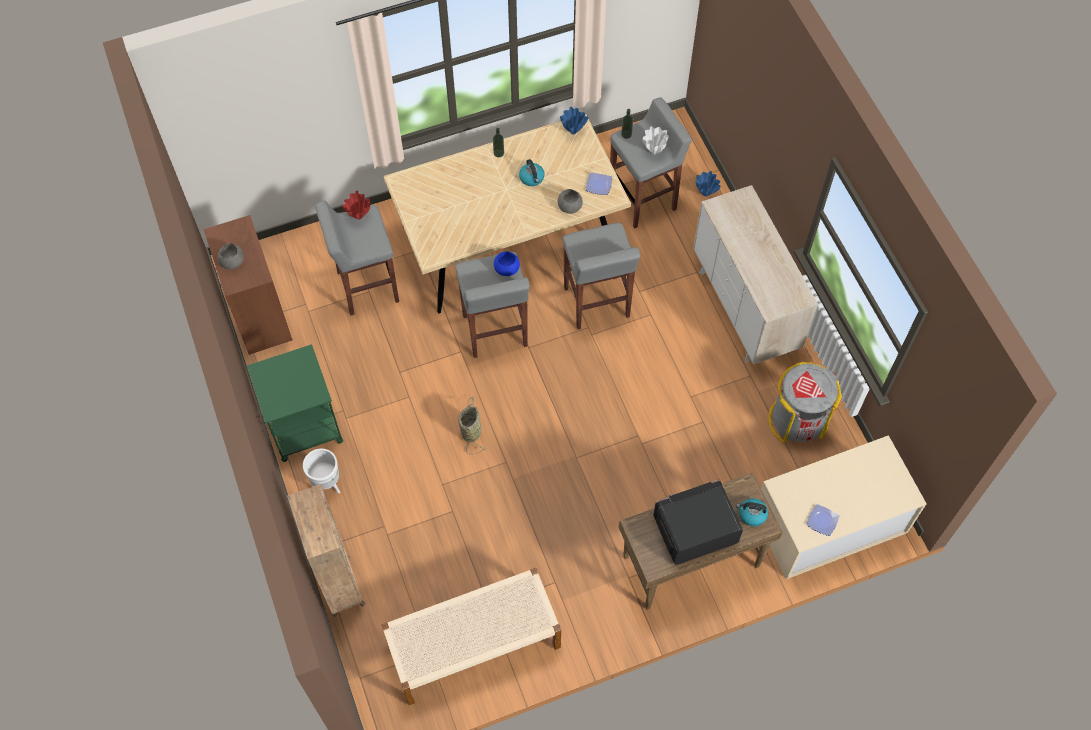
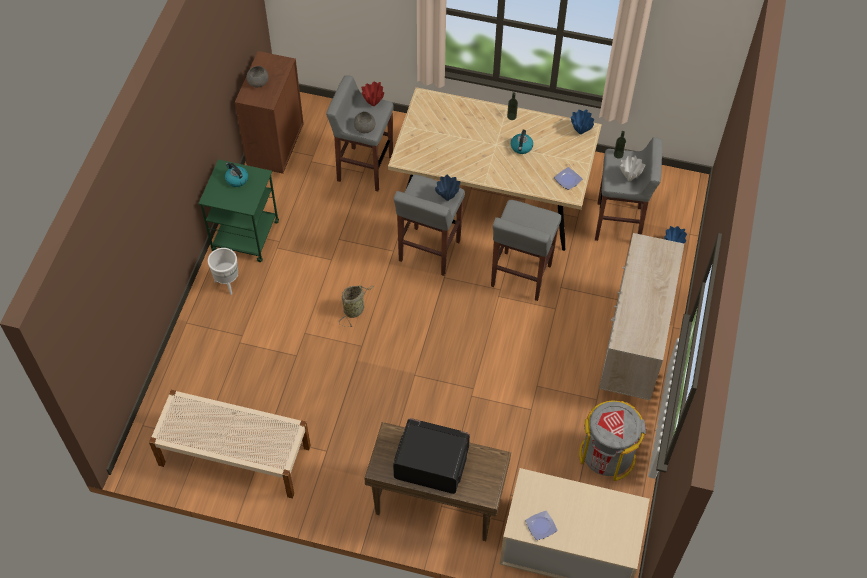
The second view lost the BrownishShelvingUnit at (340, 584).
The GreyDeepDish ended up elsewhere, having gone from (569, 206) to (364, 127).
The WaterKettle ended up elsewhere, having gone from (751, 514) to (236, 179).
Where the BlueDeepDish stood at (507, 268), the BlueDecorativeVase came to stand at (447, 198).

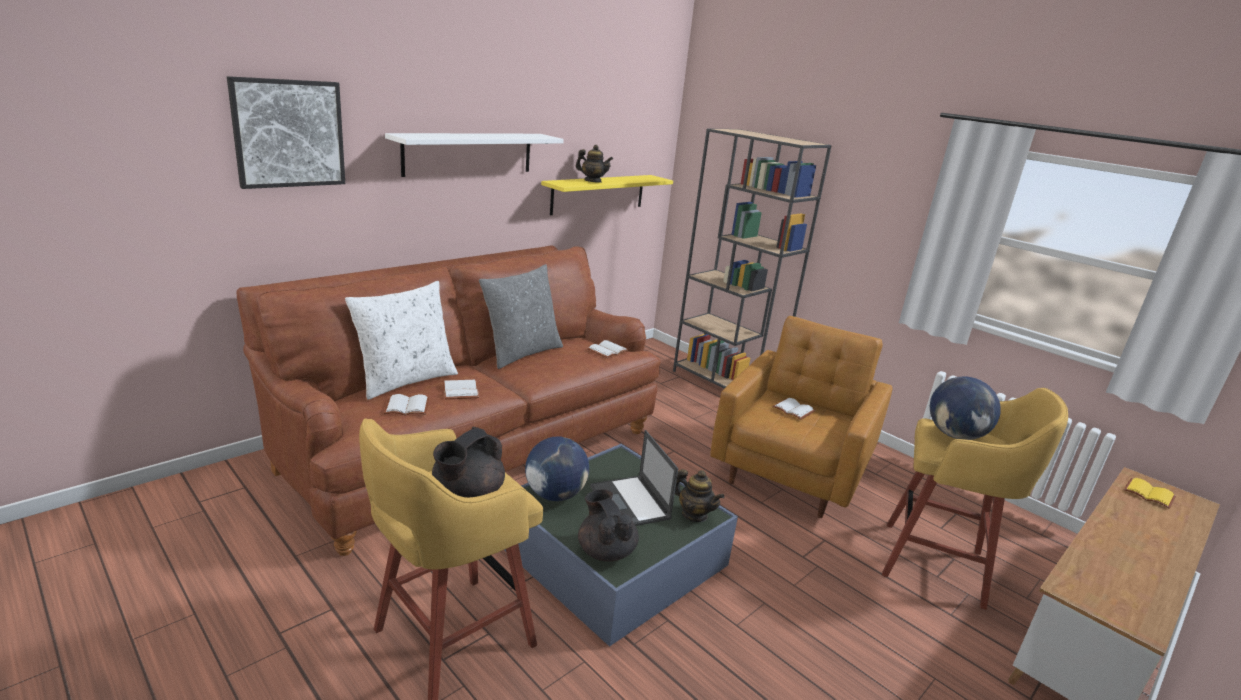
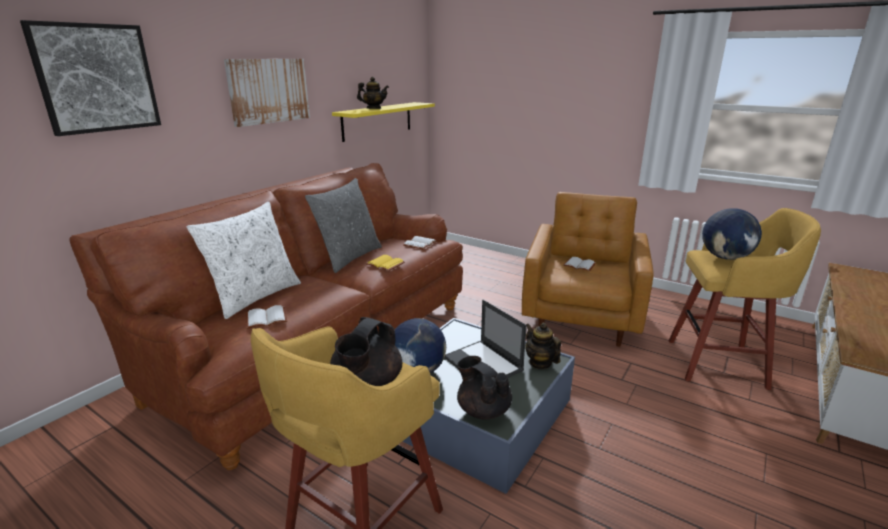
The second view lost the WhiteColouredVolume at (459, 390).
The second view lost the ShelvingUnit at (725, 384).
The YellowColouredVolume ended up elsewhere, having gone from (1147, 494) to (384, 264).
Where the WhiteColouredBracketShelf hung at (469, 153), the Picture came to hang at (269, 91).
The PotForTea at (694, 515) ended up facing another way, 150 degrees counterclockwise from before.

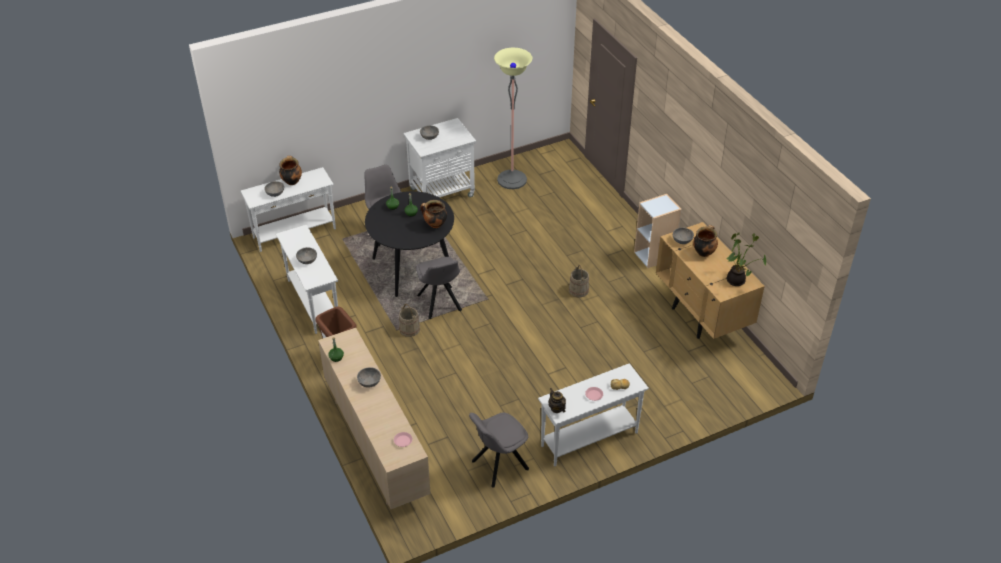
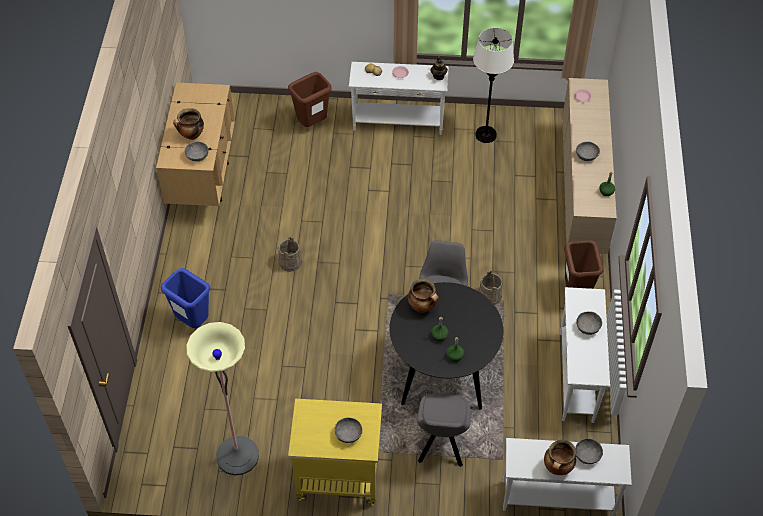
The second view lost the ShelvingUnit at (654, 255).
The second view lost the PlantInAPot at (737, 281).
The second view gained the BlueTrashCan at (192, 321).
The second view gained the BrownishTrashCan at (312, 124).
Where the GreyUprightChair stood at (499, 465), the WhiteColouredFloorLamp came to stand at (486, 135).
What was the WhiteColouredTrolley at (442, 193) turned into the YellowColouredTrolley at (337, 477).

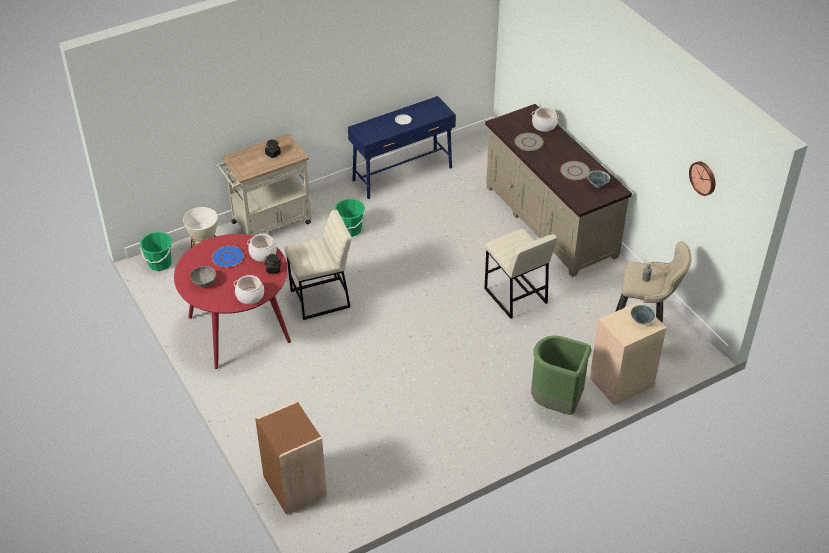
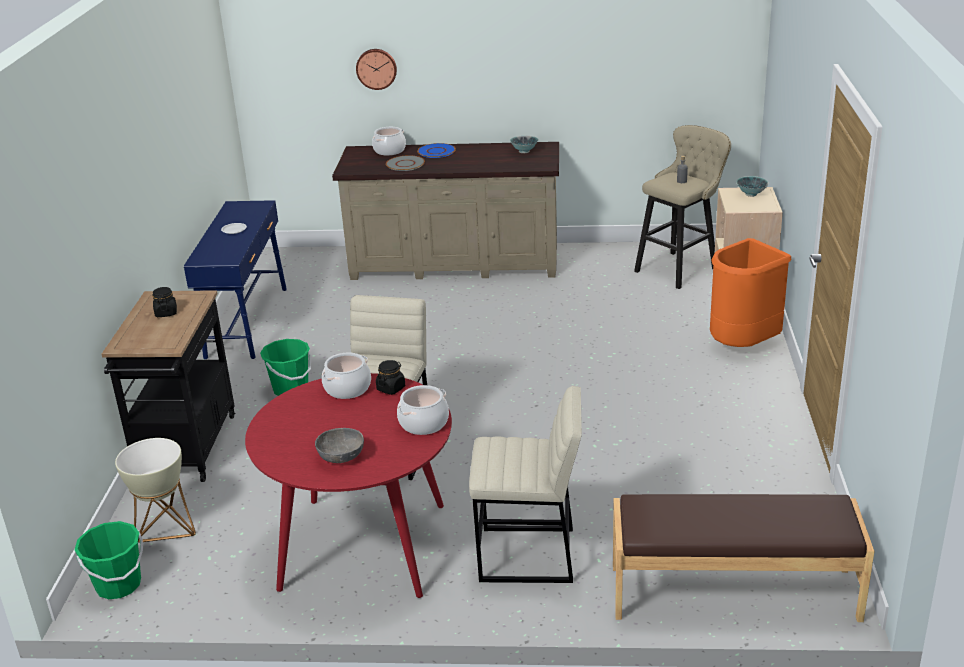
The second view lost the GreyPlate at (575, 171).
The BluePlate ended up elsewhere, having gone from (228, 257) to (436, 151).
The BeigeColouredUprightChair ended up elsewhere, having gone from (516, 297) to (530, 555).
The WallClock ended up elsewhere, having gone from (703, 177) to (376, 68).
Where the BrownishShelvingUnit stood at (293, 486), the BrownishIndoorBench came to stand at (733, 593).
What was the BeigeColouredTrolley at (269, 224) turned into the BlackColouredTrolley at (186, 450).
What was the GreenColouredTrashCan at (556, 404) turned into the OrangeColouredTrashCan at (743, 345).

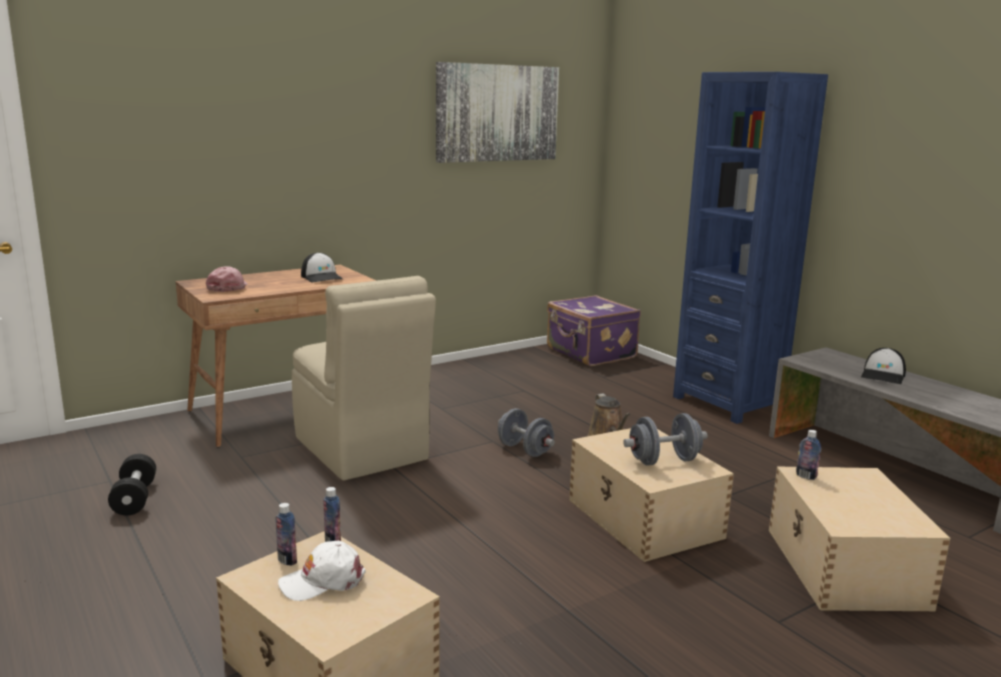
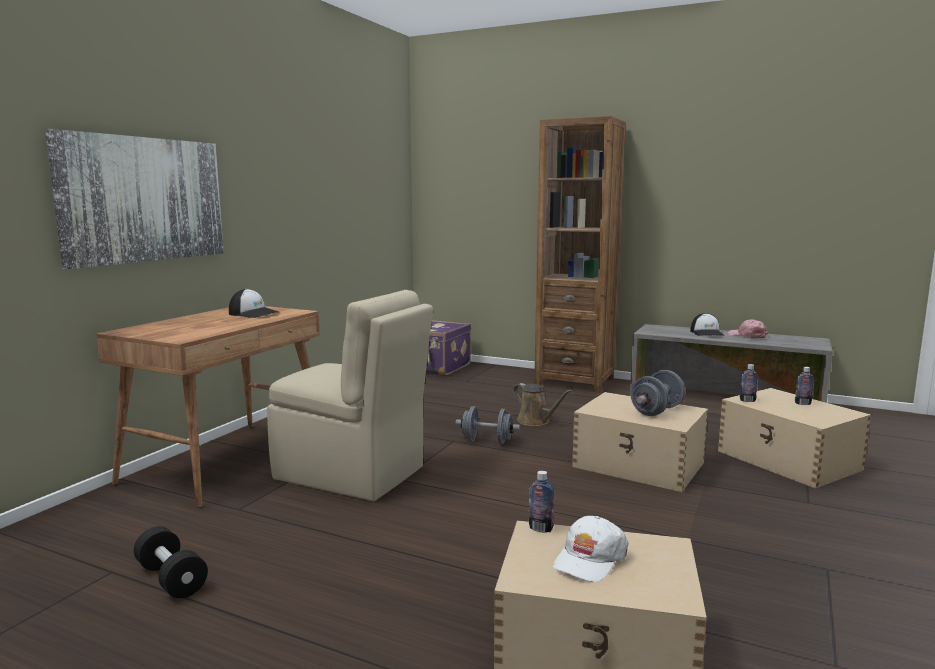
The PinkColouredCap ended up elsewhere, having gone from (228, 287) to (747, 336).
The DrinkBottle ended up elsewhere, having gone from (287, 560) to (802, 403).
The Picture ended up elsewhere, having gone from (497, 113) to (144, 199).
What was the BlueShelvingUnit at (728, 403) turned into the BrownishShelvingUnit at (574, 381).

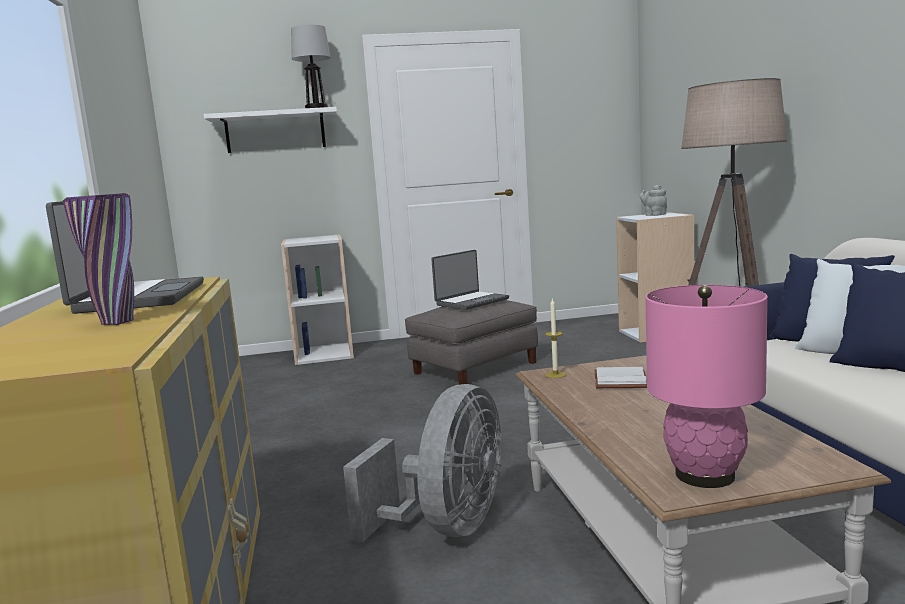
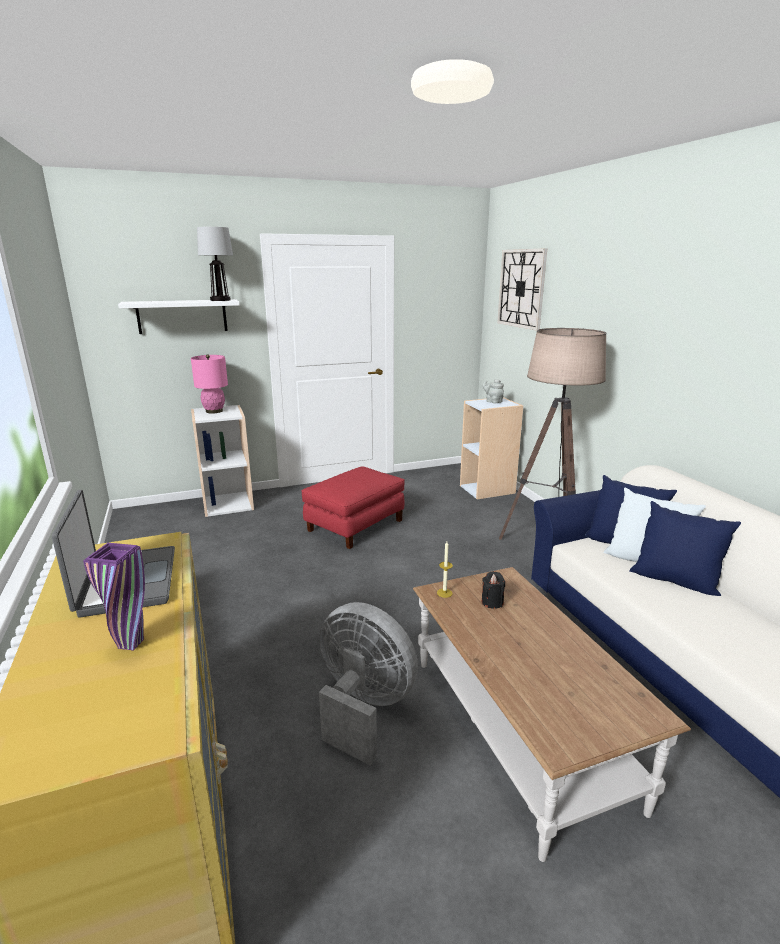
The second view lost the NotebookComputer at (471, 302).
The second view gained the WallClock at (521, 288).
The PinkColouredTabletopLamp ended up elsewhere, having gone from (705, 475) to (214, 411).
Where the WhiteColouredVolume stood at (618, 380), the BlackColouredWaxCandle came to stand at (492, 602).
What was the GreyOttoman at (474, 368) turned into the RedOttoman at (355, 525).
The GreyCoolingFan at (447, 527) ended up facing another way, 75 degrees counterclockwise from before.

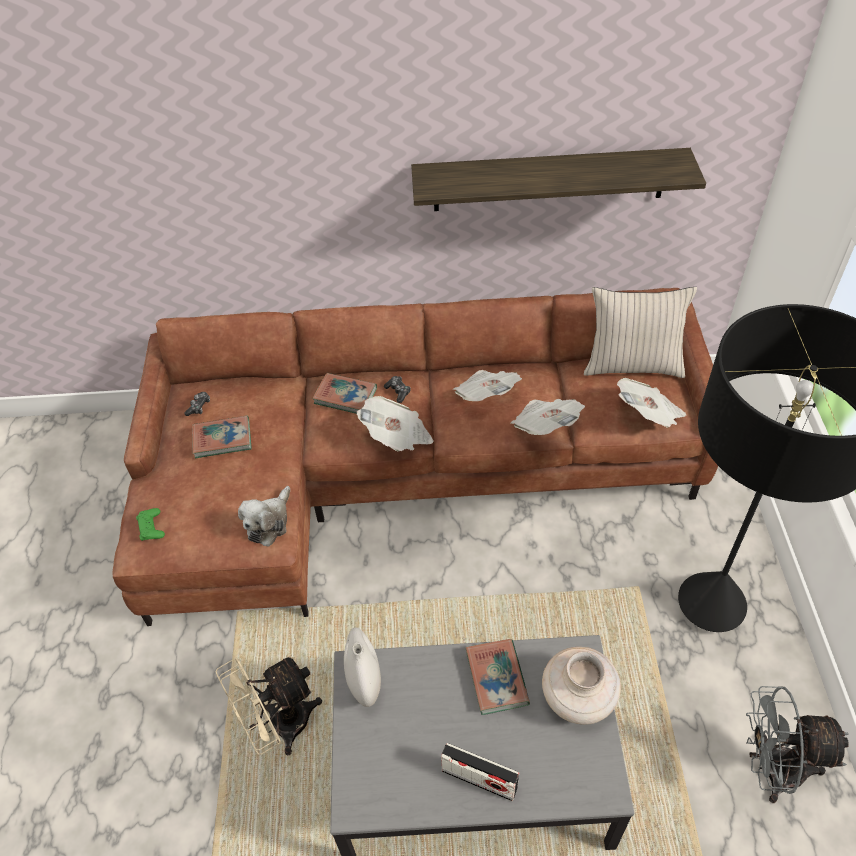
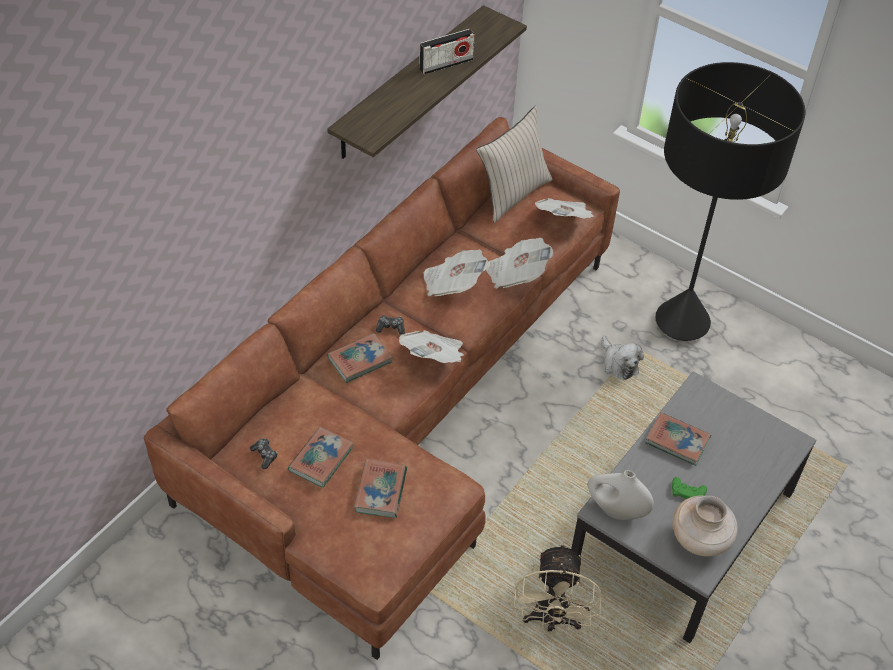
The second view lost the GreyCoolingFan at (771, 769).
The second view gained the Volume at (380, 491).
The GreenColouredGamepad ended up elsewhere, having gone from (151, 527) to (687, 492).
The CuddlyToy ended up elsewhere, having gone from (269, 522) to (619, 363).
The RadioSet ended up elsewhere, having gone from (479, 779) to (446, 64).
The BeigeColouredDecorativeVase ended up elsewhere, having gone from (577, 698) to (700, 540).

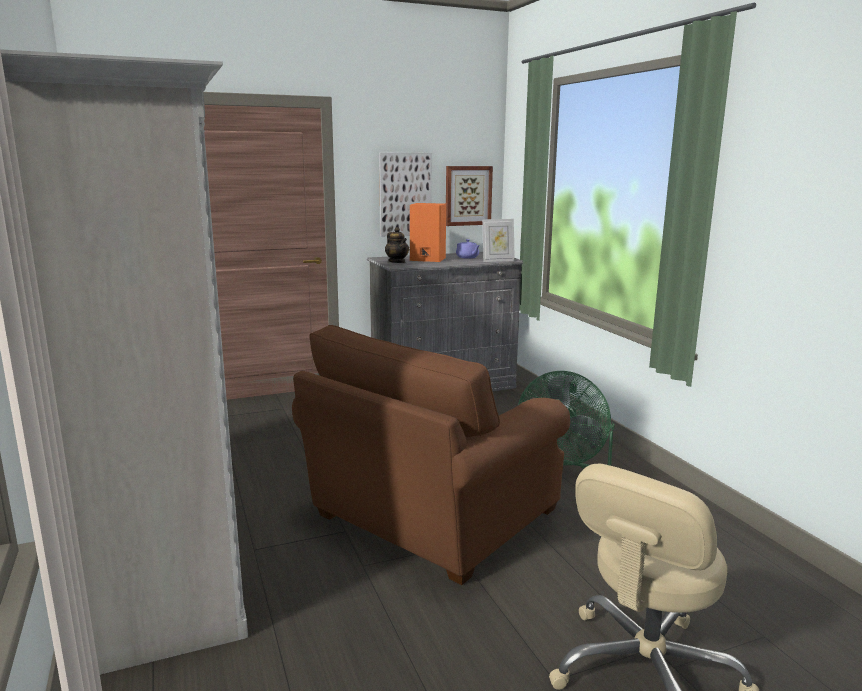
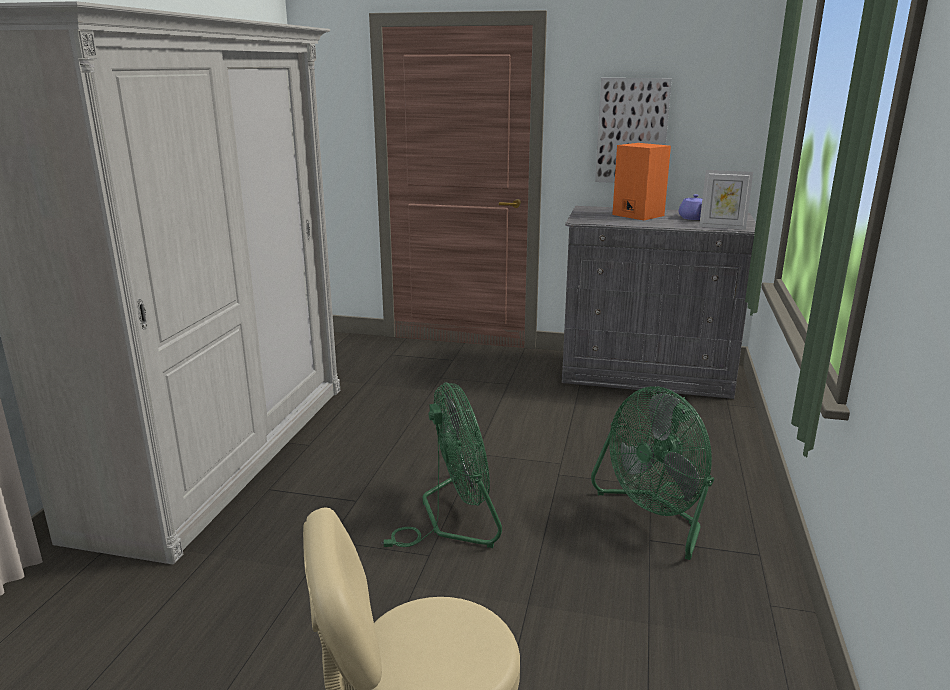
The second view lost the PotForTea at (397, 262).
The second view lost the Picture at (468, 195).
Where the BrownishArmchair stood at (432, 516), the GreenColouredCoolingFan came to stand at (449, 517).

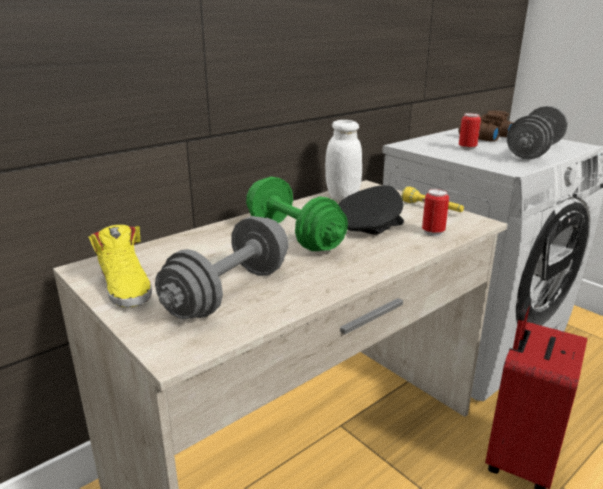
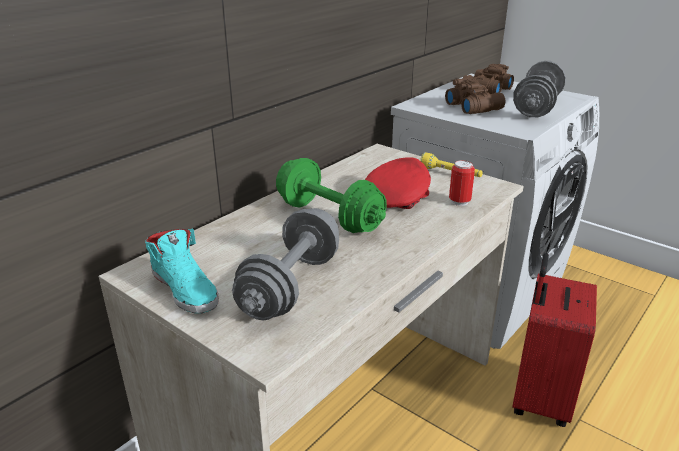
The second view lost the WhiteColouredJar at (342, 197).
Where the Can stood at (467, 148), the BrownishFieldGlasses came to stand at (474, 107).
What was the YellowColouredShoe at (125, 285) turned into the TurquoiseColouredShoe at (185, 288).
What was the BlackColouredCap at (368, 225) turned into the RedCap at (396, 198).

